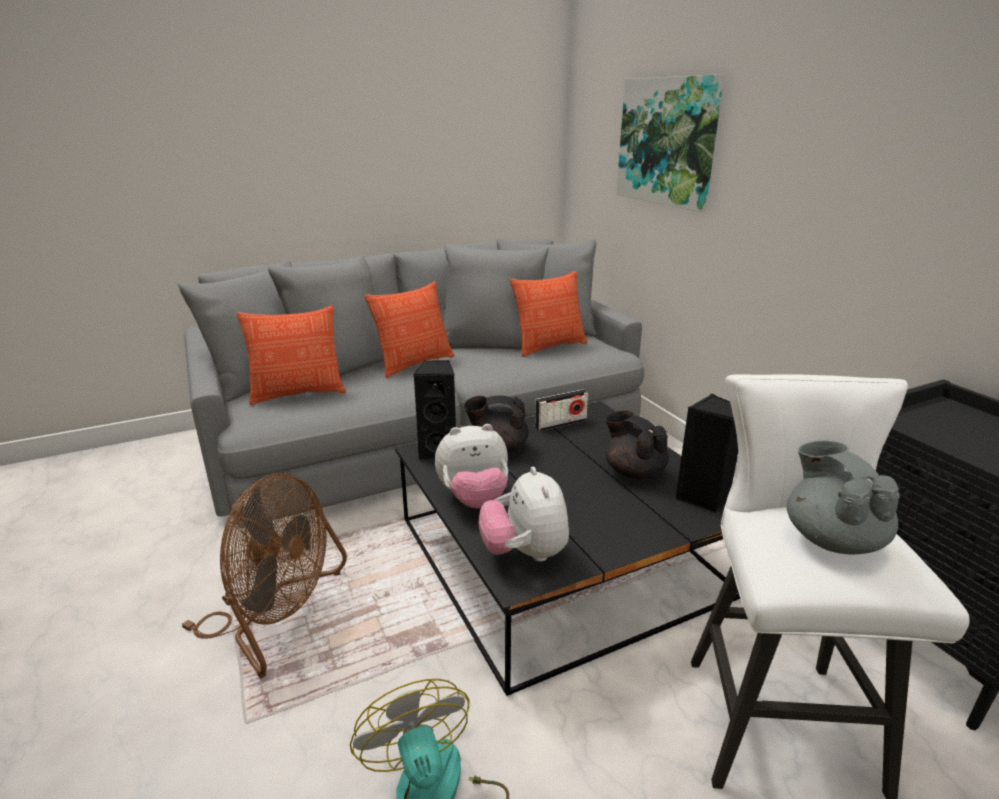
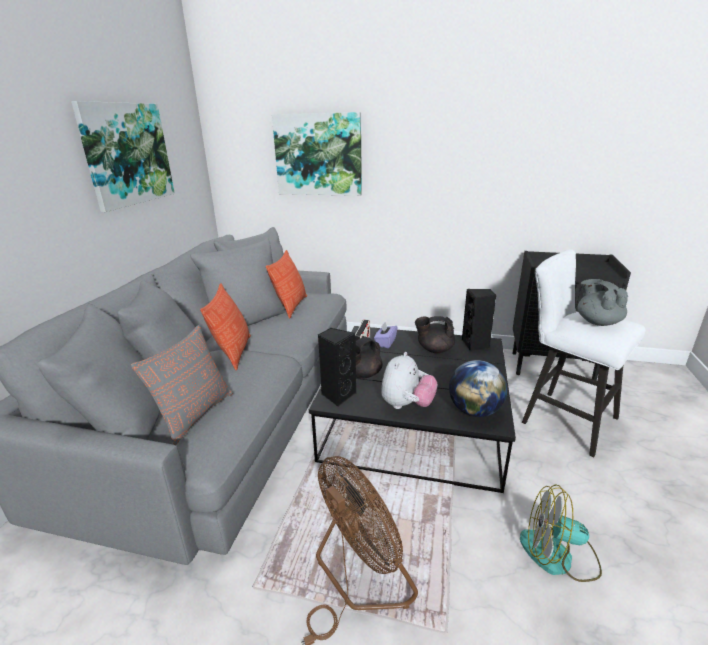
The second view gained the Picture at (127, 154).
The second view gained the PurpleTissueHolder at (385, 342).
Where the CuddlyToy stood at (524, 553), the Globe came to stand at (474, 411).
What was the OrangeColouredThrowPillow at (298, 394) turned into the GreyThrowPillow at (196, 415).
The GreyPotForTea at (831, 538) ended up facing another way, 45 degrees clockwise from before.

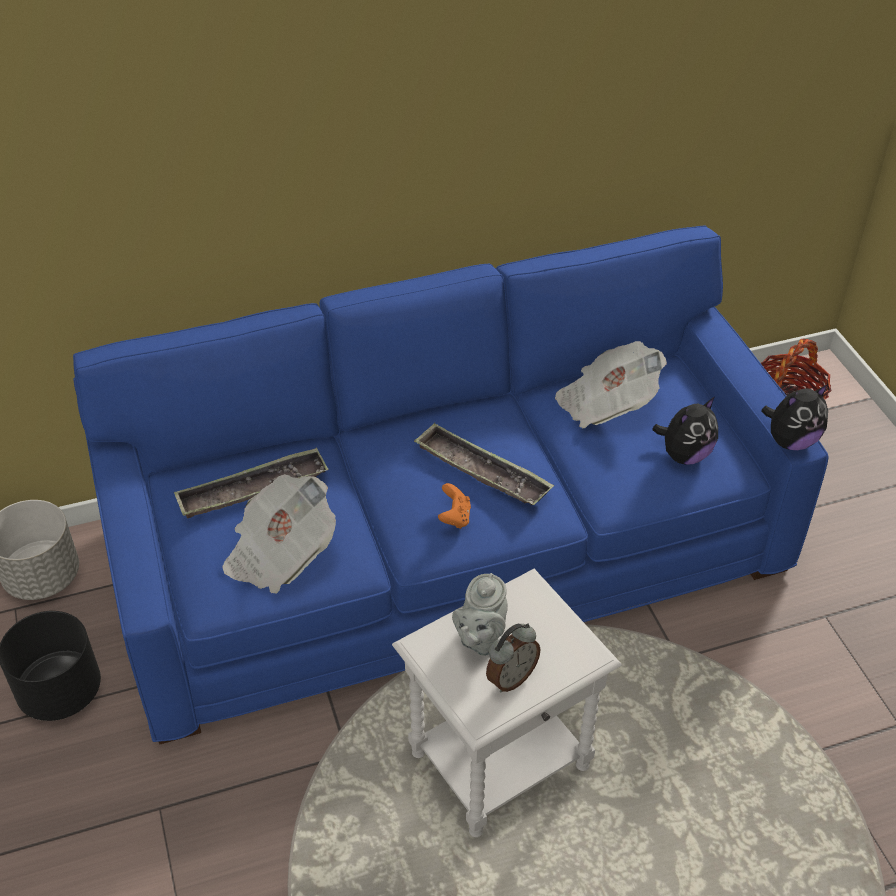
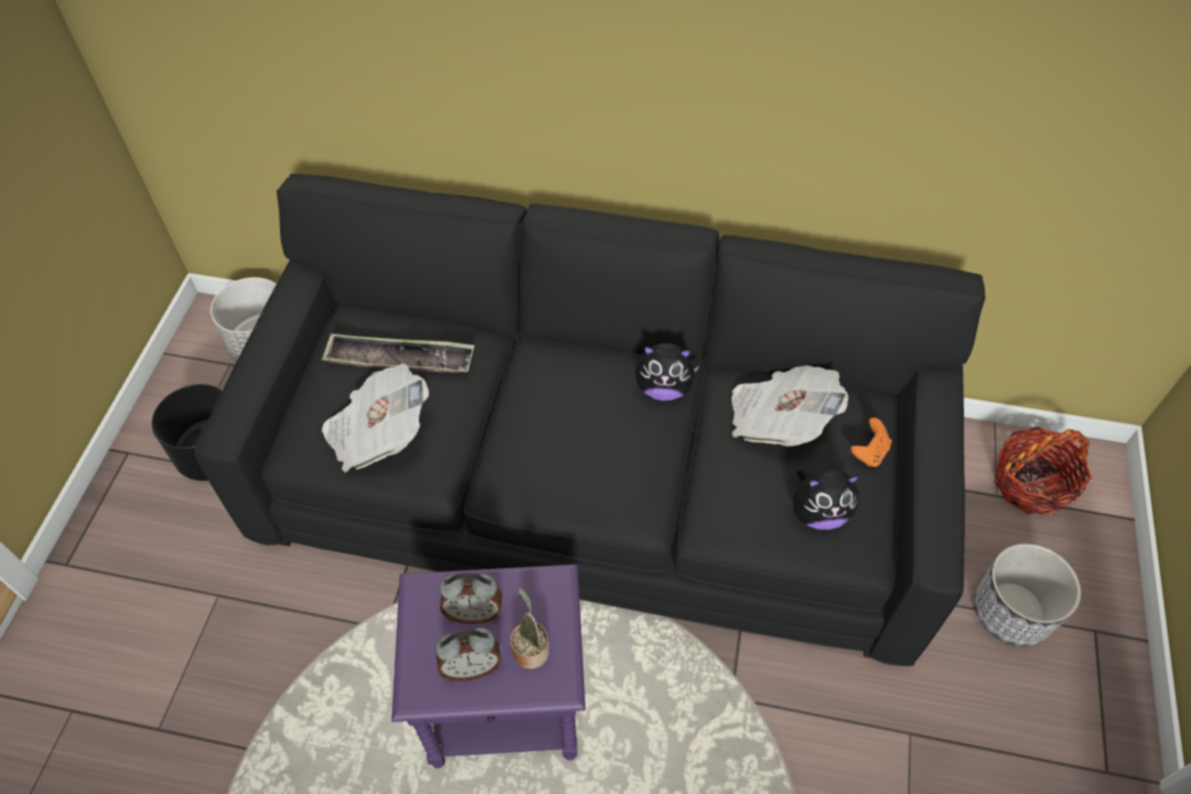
The second view lost the ServingTray at (482, 471).
The second view gained the PlantInAPot at (530, 648).
The second view gained the PlantPot at (1012, 611).
The OrangeColouredGamepad ended up elsewhere, having gone from (454, 517) to (869, 452).
The CuddlyToy ended up elsewhere, having gone from (791, 441) to (663, 388).
Where the GreyPotForTea stood at (480, 638), the TableClock came to stand at (474, 612).
What was the BlueSettee at (448, 549) turned into the BlackColouredSettee at (596, 479).
What was the WhiteColouredAccentTable at (498, 757) turned into the PurpleAccentTable at (504, 703).

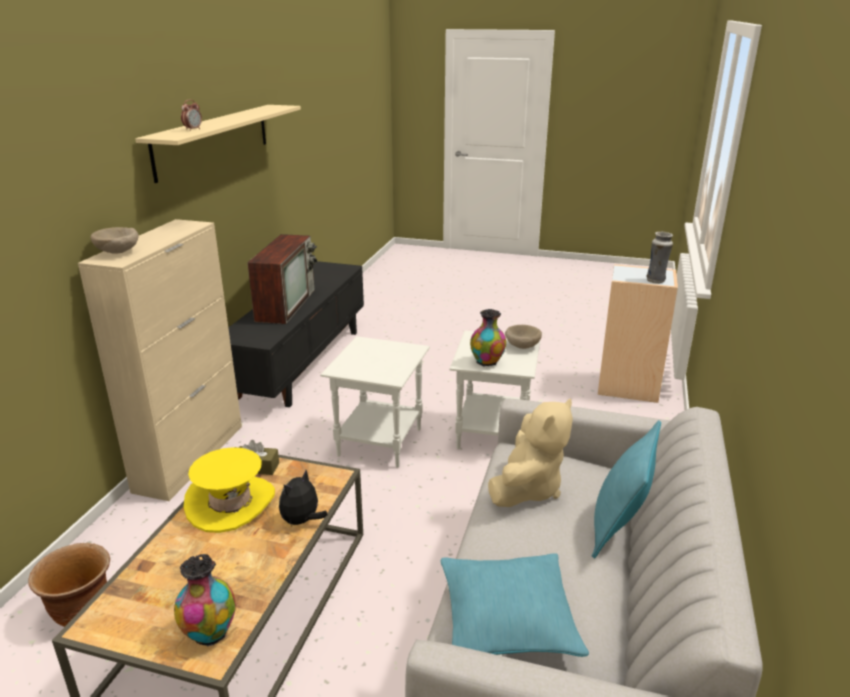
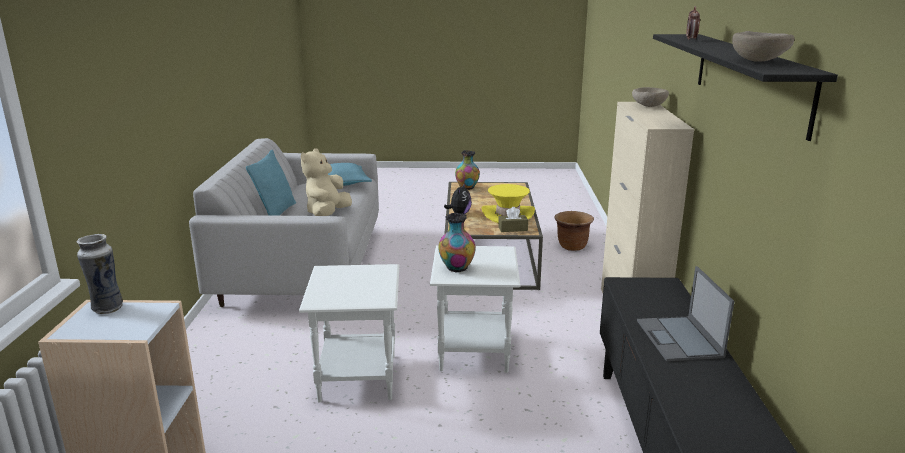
The DecorativeVase ended up elsewhere, having gone from (487, 362) to (456, 268).
The BeigeColouredDeepDish ended up elsewhere, having gone from (521, 346) to (760, 61).
Where the Television stood at (286, 304), the NotebookComputer came to stand at (679, 339).
What was the BeigeColouredBracketShelf at (213, 140) turned into the BlackColouredBracketShelf at (748, 78).

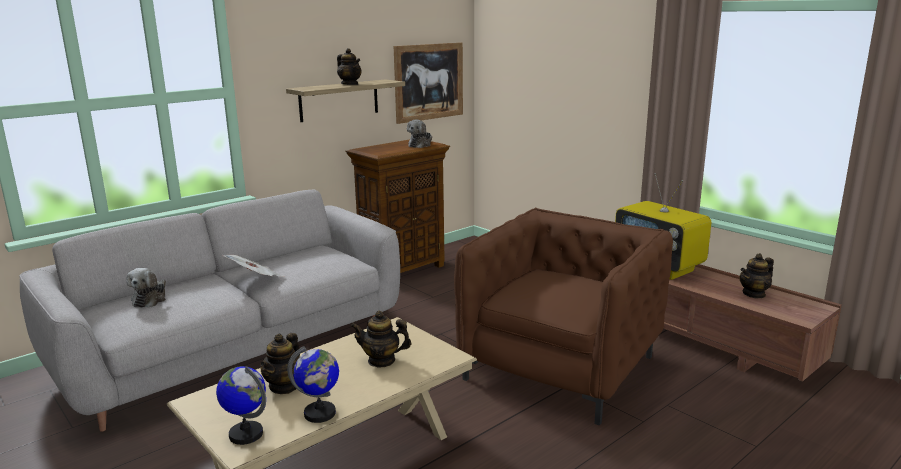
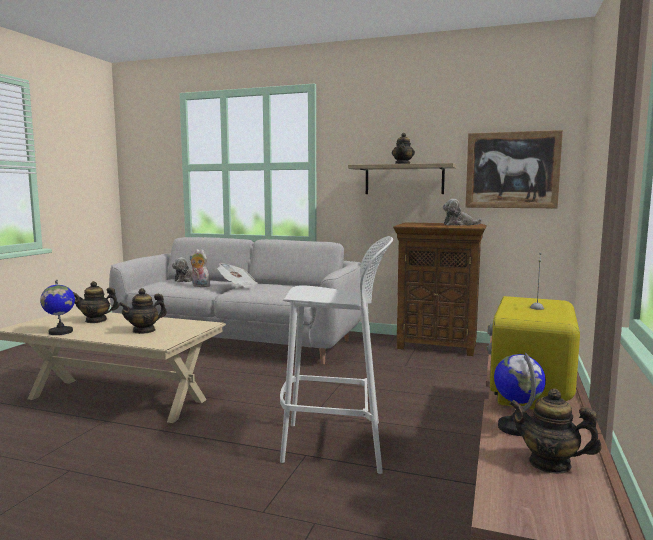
The second view gained the CuddlyToy at (199, 286).
The Globe ended up elsewhere, having gone from (246, 434) to (516, 428).
Where the BrownishArmchair stood at (560, 367), the WhiteColouredStoolSeat came to stand at (336, 444).
The PotForTea at (381, 360) ended up facing another way, 105 degrees counterclockwise from before.

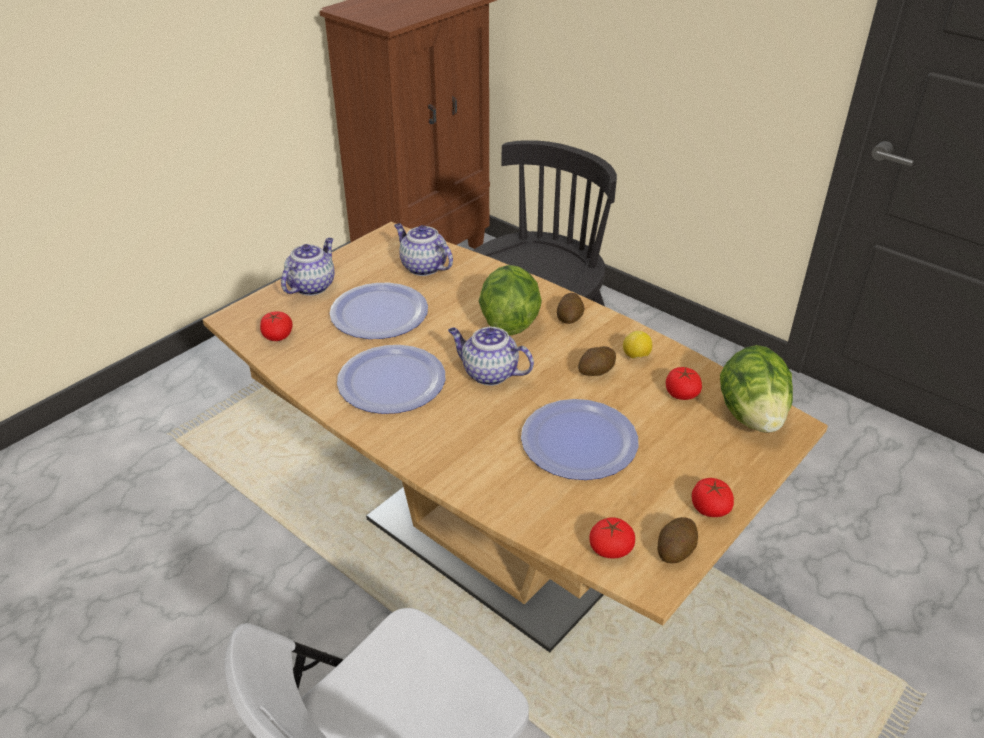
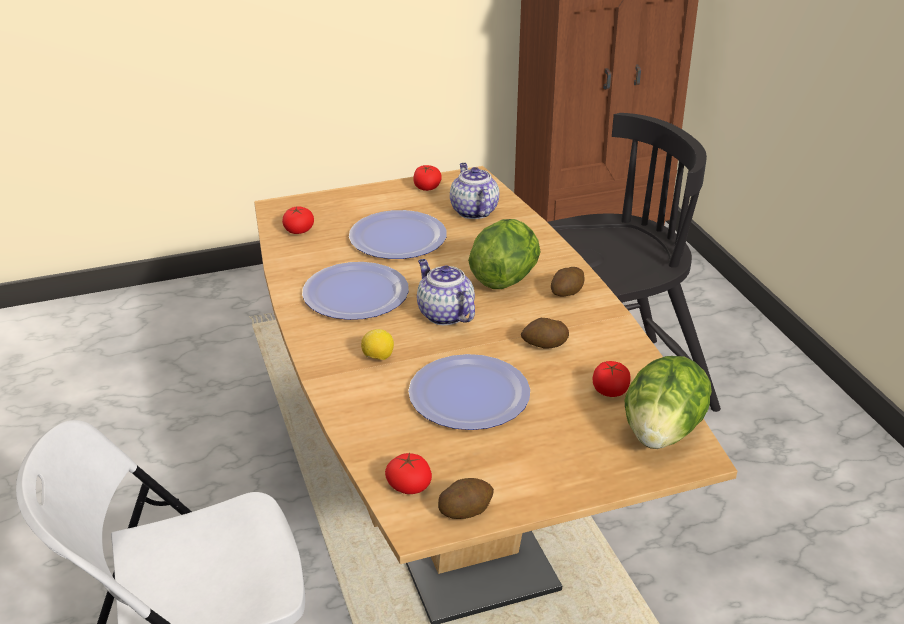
The second view lost the PotForTea at (312, 286).
The CitrusFruit ended up elsewhere, having gone from (636, 356) to (378, 358).
The Tomato ended up elsewhere, having gone from (710, 508) to (427, 187).

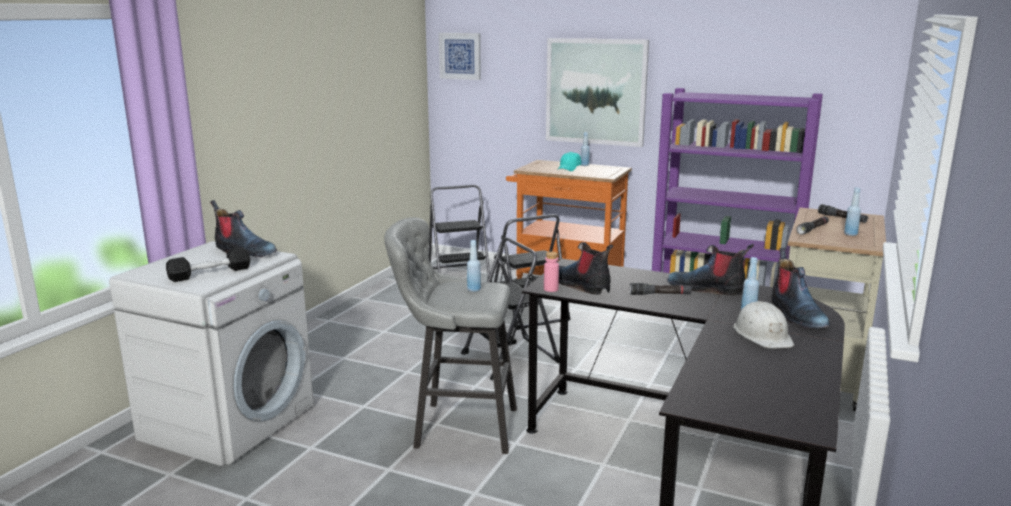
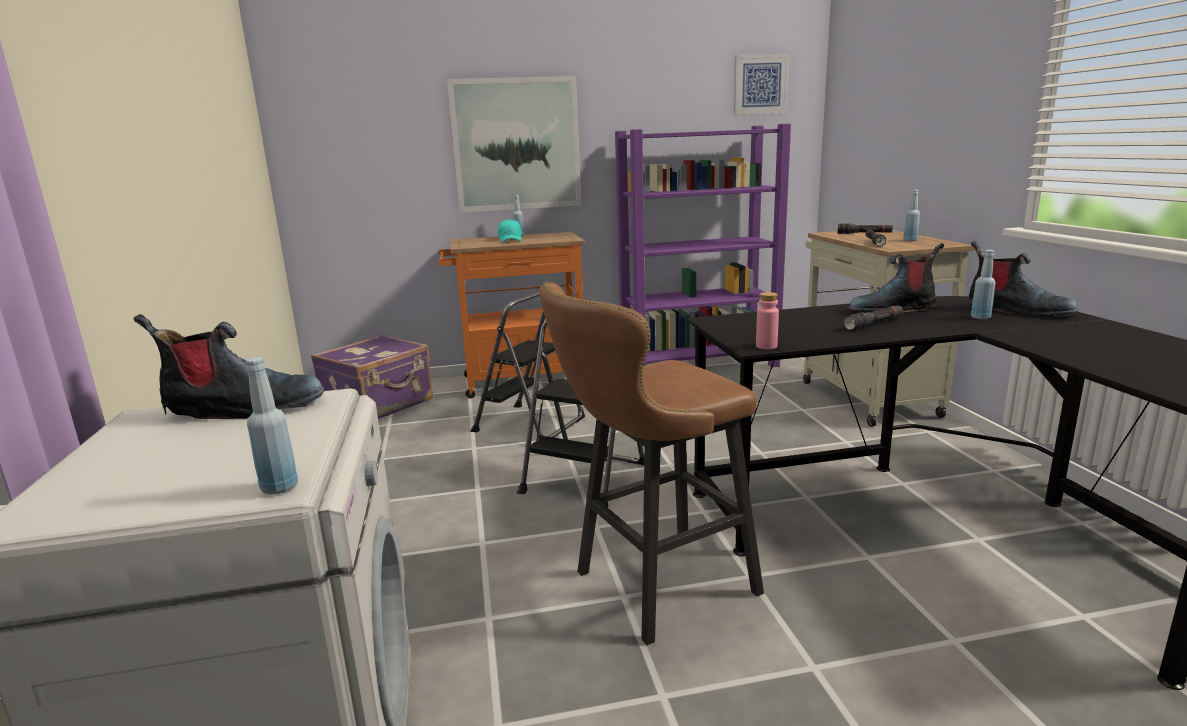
The second view lost the BlackColouredHandWeight at (210, 273).
The second view lost the TallBoot at (580, 285).
The second view lost the WhiteColouredSafetyHelmet at (763, 335).
The Picture ended up elsewhere, having gone from (460, 56) to (760, 84).
The BlueDrinkBottle ended up elsewhere, having gone from (474, 290) to (280, 487).
Where the BlackColouredStepStool stood at (458, 274), the PurplePieceOfLuggage came to stand at (380, 406).
What was the GreyStoolSeat at (453, 426) turned into the BrownishStoolSeat at (649, 589).

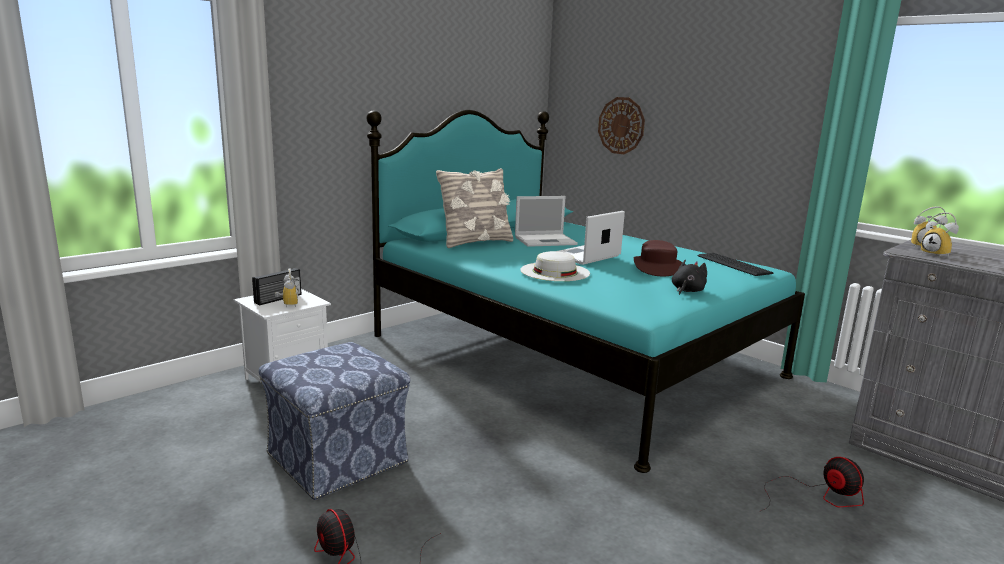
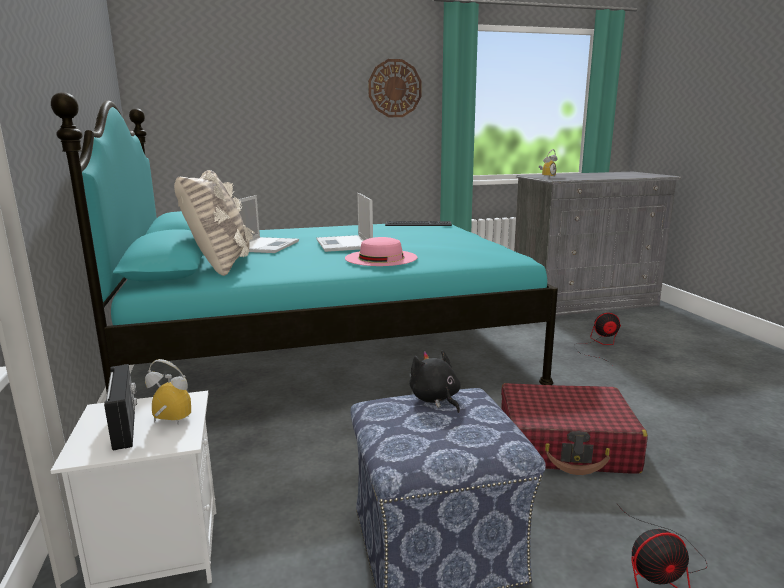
The second view lost the BrownishWearableHat at (657, 267).
The second view lost the TableClock at (937, 255).
The second view gained the RedPieceOfLuggage at (566, 445).
The WallClock ended up elsewhere, having gone from (621, 125) to (394, 88).
The BlackColouredCuddlyToy ended up elsewhere, having gone from (687, 291) to (435, 399).
What was the WhiteColouredWearableHat at (555, 271) turned into the PinkColouredWearableHat at (381, 258).

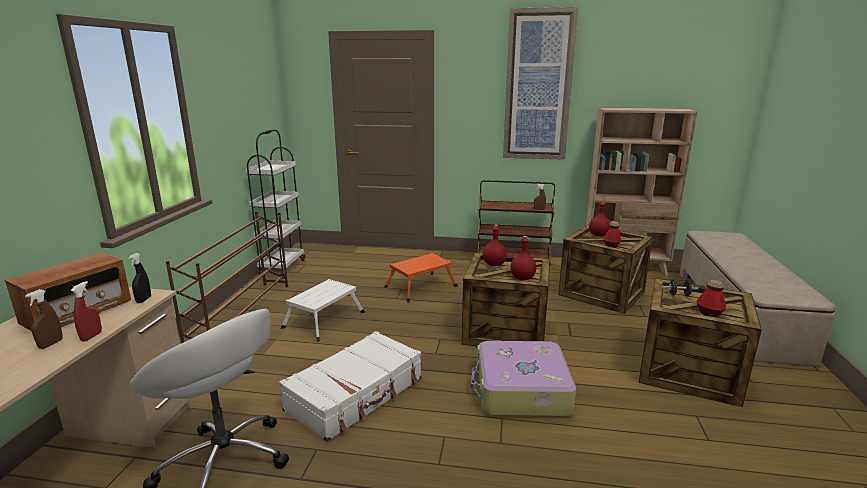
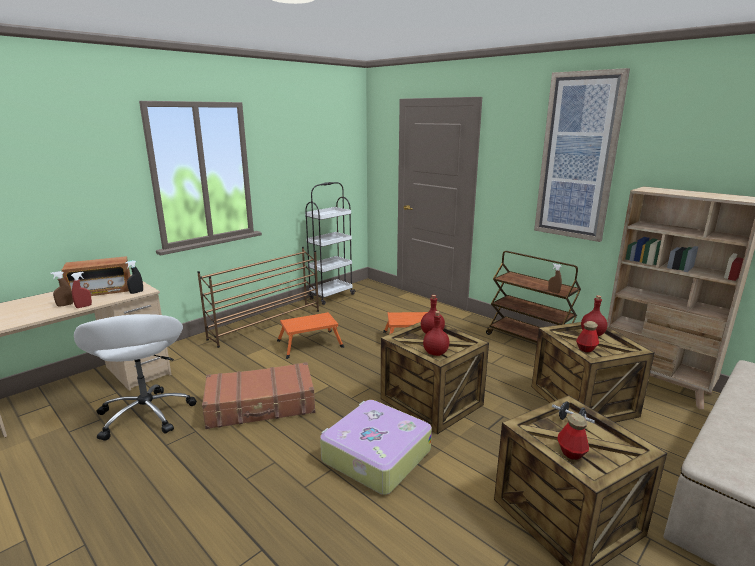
What was the WhiteColouredPieceOfLuggage at (356, 394) turned into the BrownishPieceOfLuggage at (261, 406).
What was the WhiteColouredStepStool at (324, 319) turned into the OrangeColouredStepStool at (310, 344).

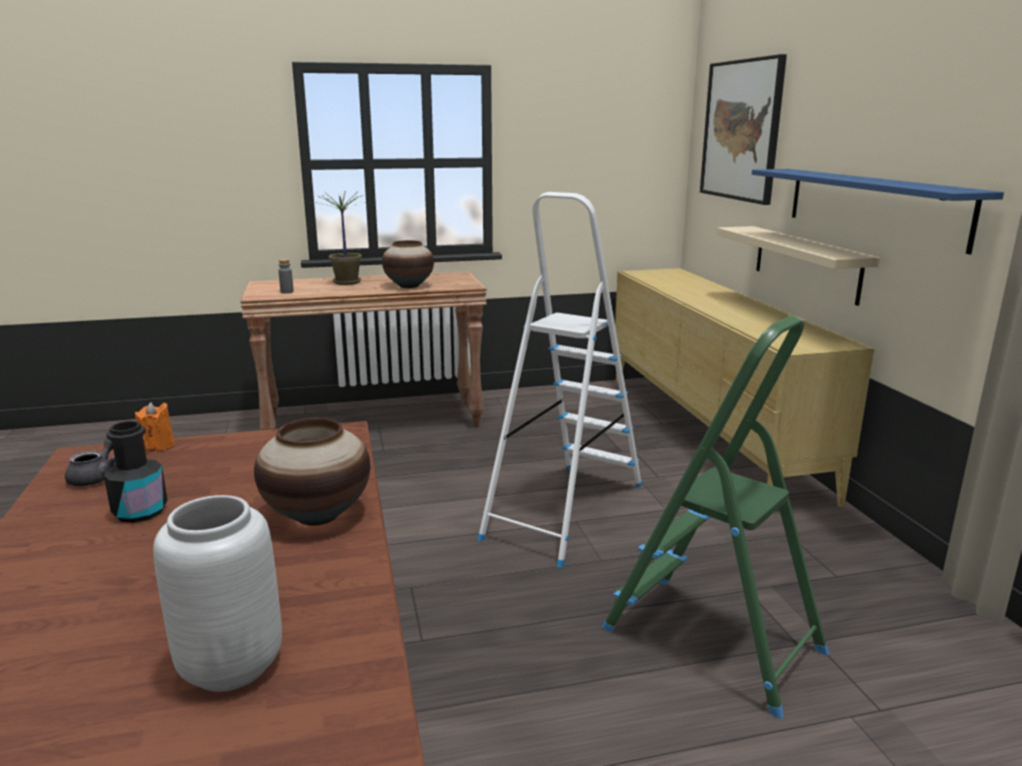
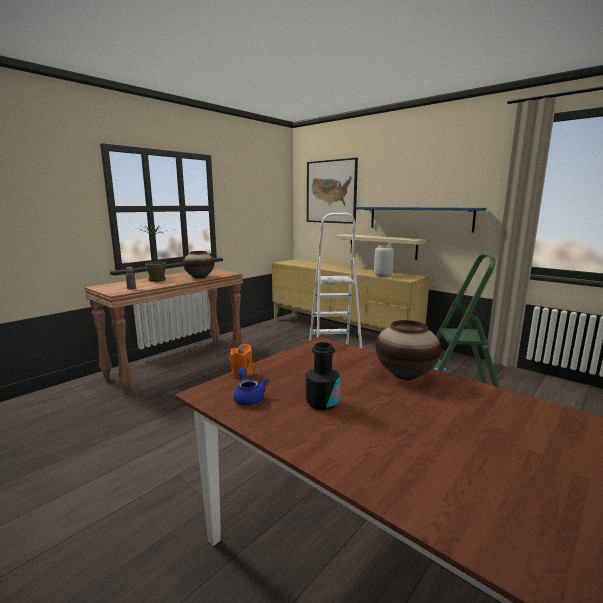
The GreyDecorativeVase ended up elsewhere, having gone from (233, 666) to (383, 276).
What was the GreyPotForTea at (97, 476) turned into the BluePotForTea at (248, 397).

